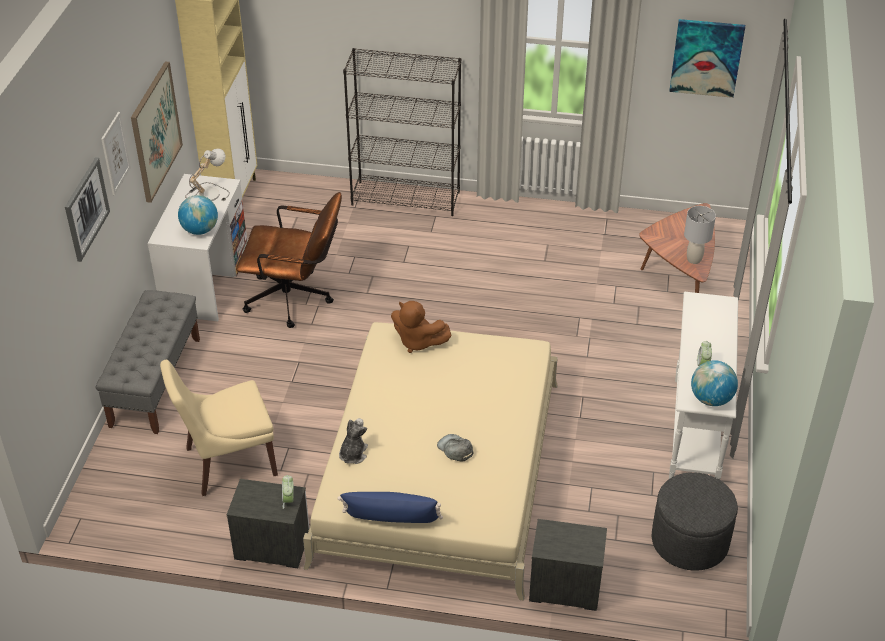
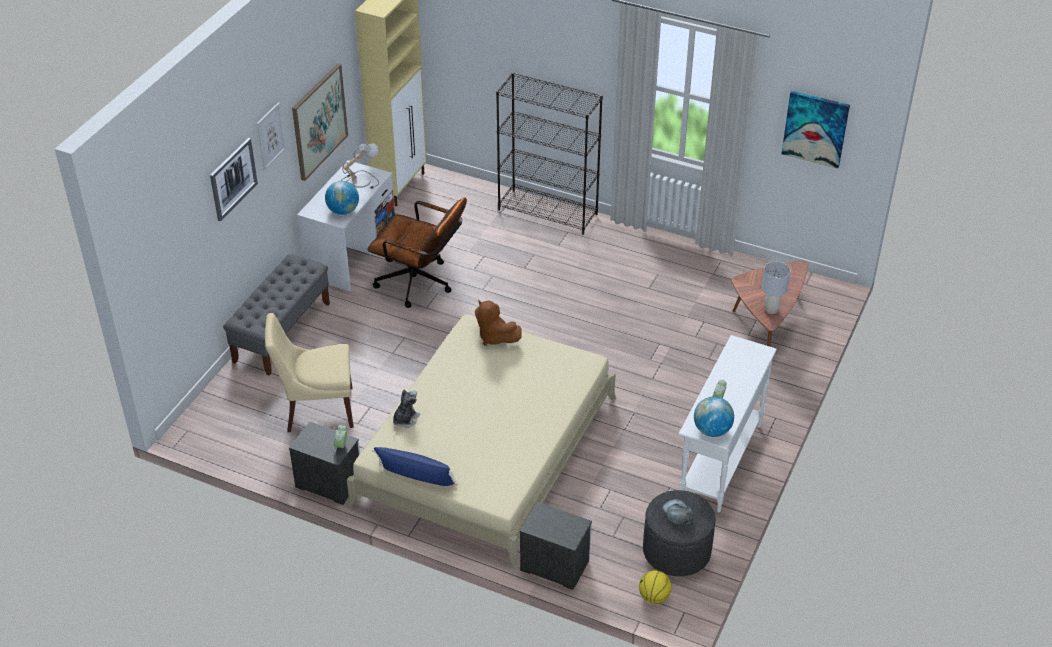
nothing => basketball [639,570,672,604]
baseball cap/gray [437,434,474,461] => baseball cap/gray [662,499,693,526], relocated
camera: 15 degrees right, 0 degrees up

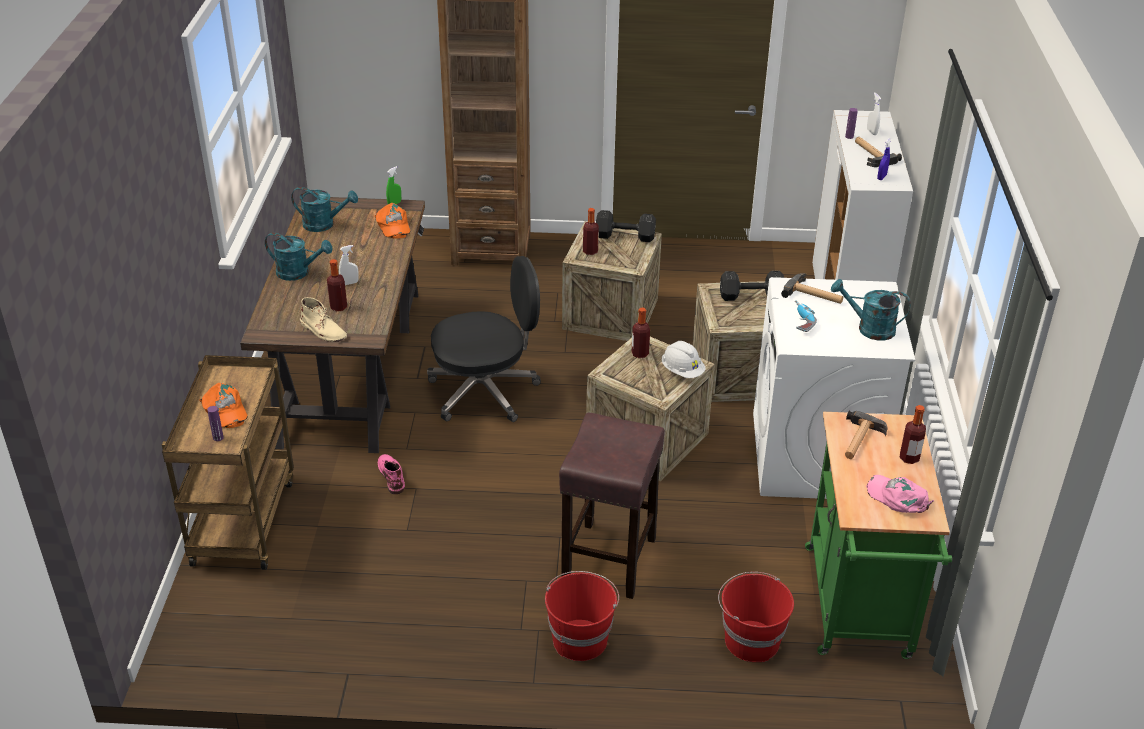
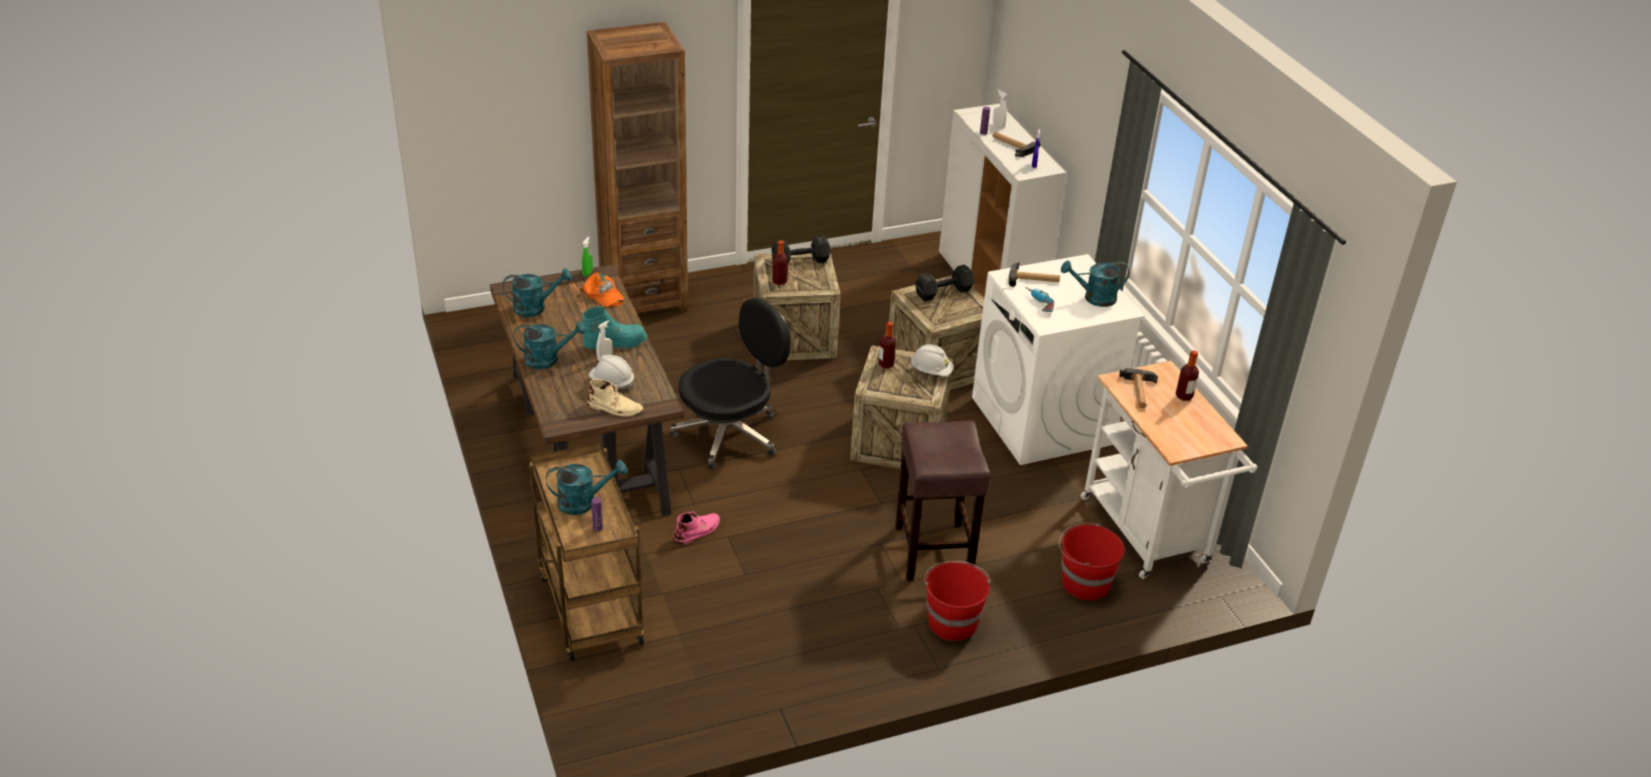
baseball cap/orange [199,383,247,428] => watering pot/turquoise-coloured [546,460,627,515]
nothing => high-top boot/turquoise-coloured [582,306,647,350]
beverage bottle [327,259,347,311] => safety helmet/white-coloured [589,355,634,389]
high-top boot/pink-coloured [378,454,405,494] => high-top boot/pink-coloured [673,511,720,545], 90 degrees clockwise
cart/greenish [805,412,952,659] => cart/white-coloured [1081,361,1257,579]
baseball cap/pink-coloured [866,475,934,513] => nothing
camera: 25 degrees left, 0 degrees up

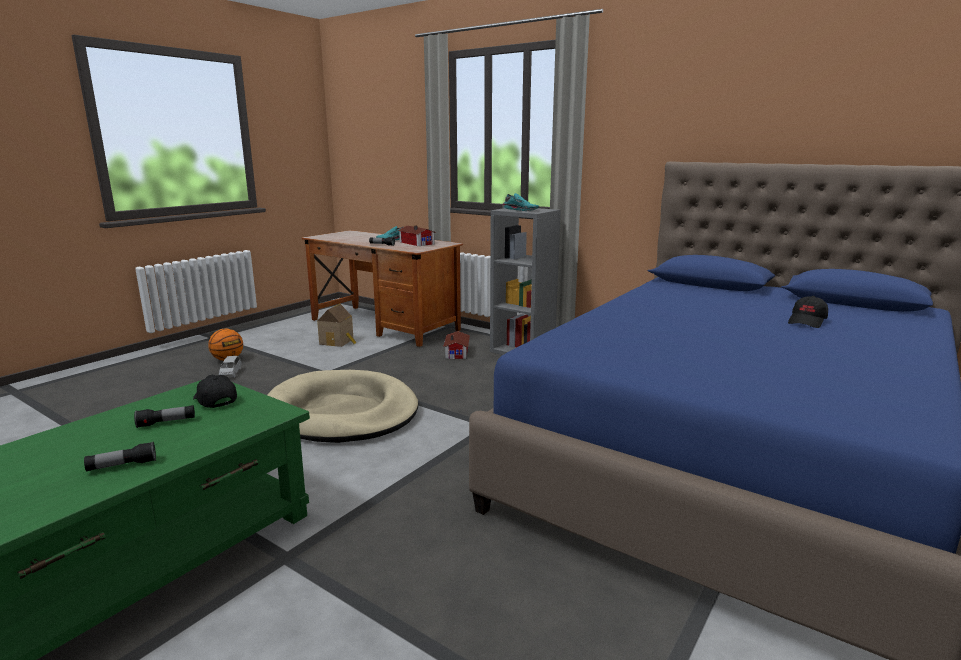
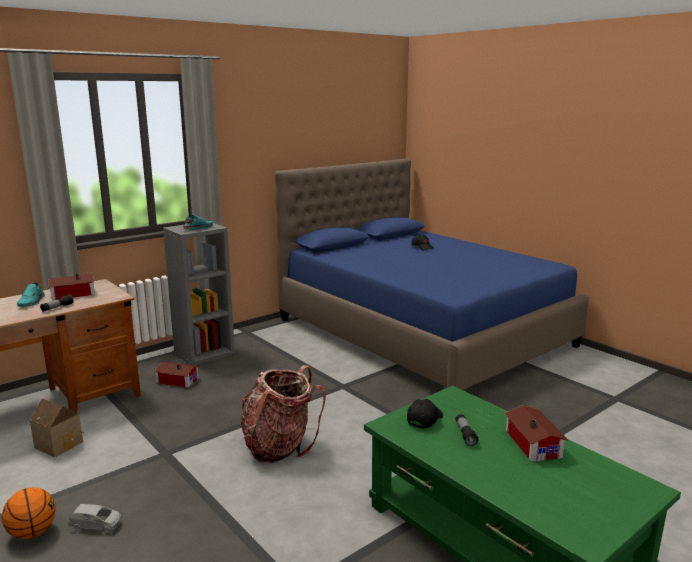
dog cushion/beige-coloured [267,370,418,443] => backpack [241,365,326,463]
baseball cap/black [193,375,237,408] => baseball cap/black [407,399,443,428], 150 degrees clockwise
flashlight [84,442,156,471] => model house [505,405,568,462]
camera: 75 degrees left, 0 degrees up

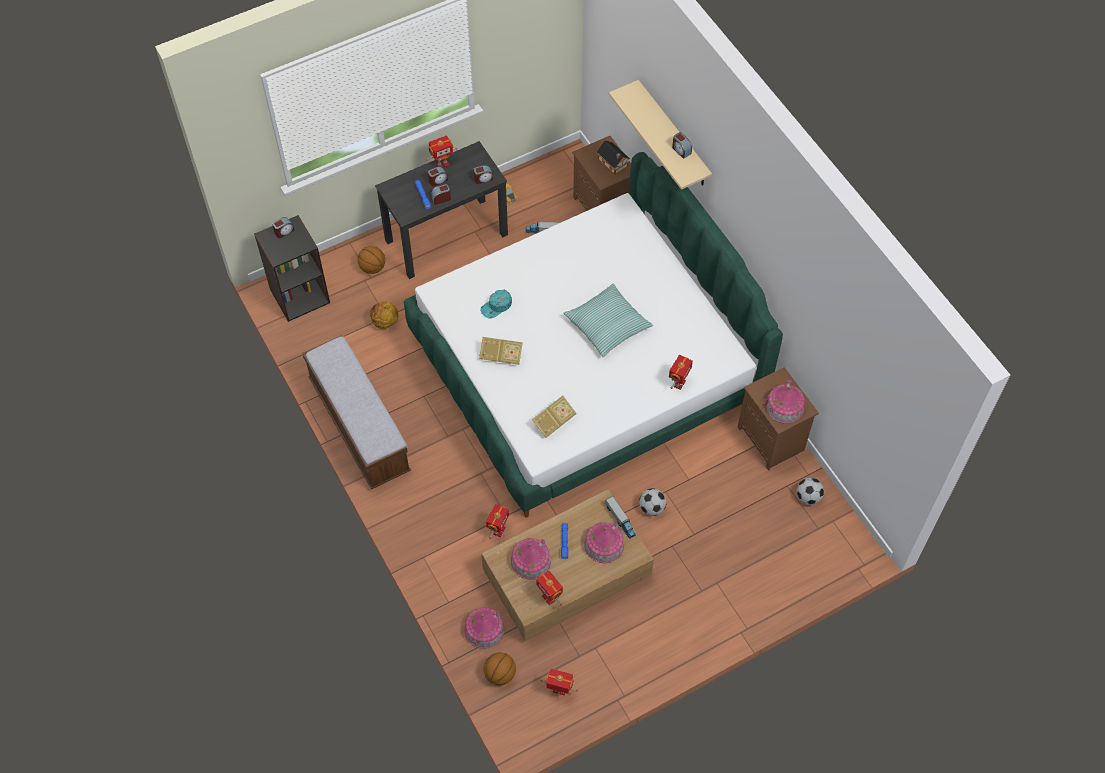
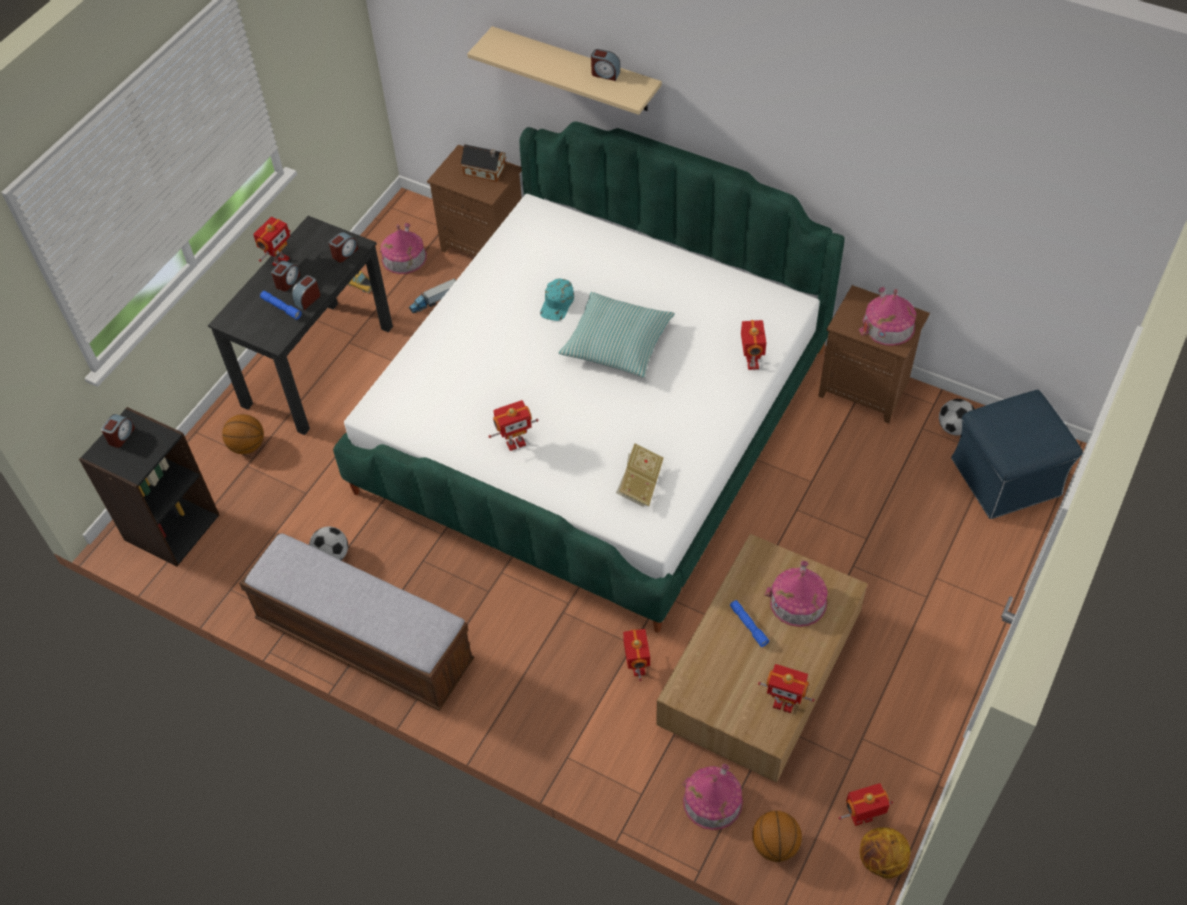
football [639,488,667,516] => football [309,527,348,560], relocated
model house [511,538,551,580] => model house [380,223,427,274], relocated
volume [479,337,523,365] => toy robot [488,400,539,451]
baseball cap/turquoise-coloured [480,290,512,319] => baseball cap/turquoise-coloured [540,278,574,321], relocated
basketball [370,302,399,329] => basketball [860,828,910,879], relocated
nothing => footrest/bluish [951,390,1083,519]
toy truck [605,496,636,538] => nothing
camera: 30 degrees left, 5 degrees down

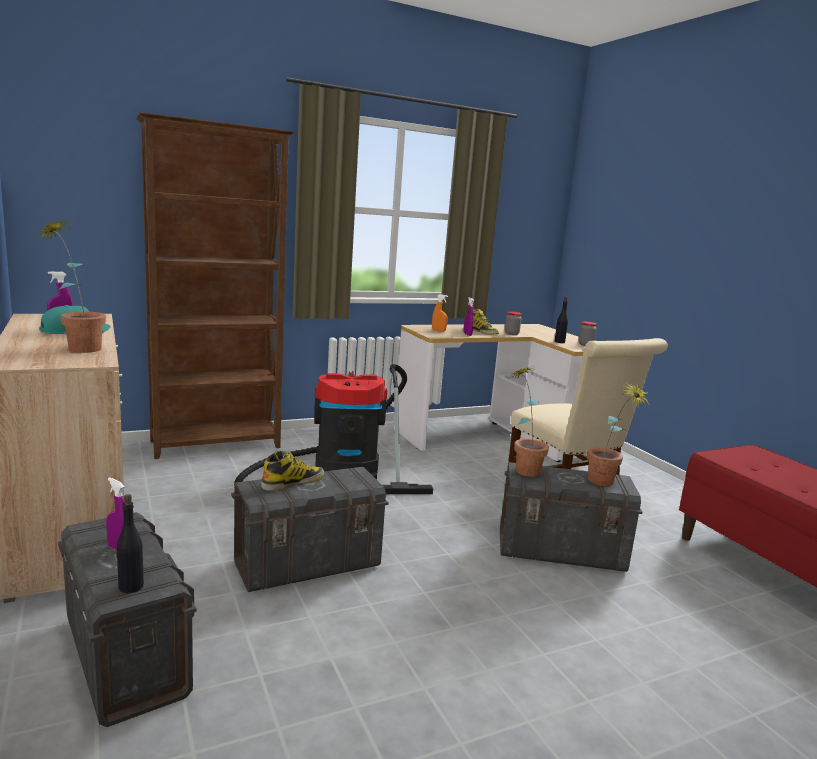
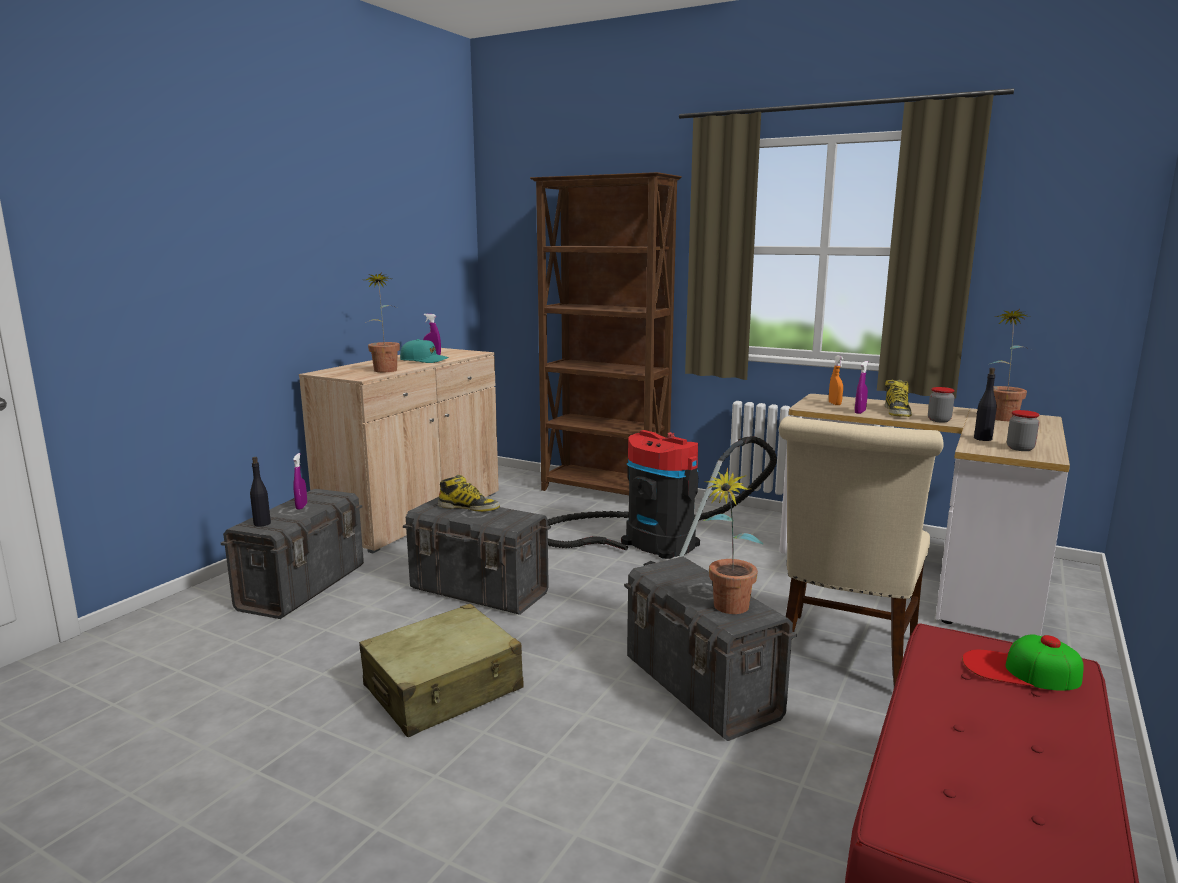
nothing => suitcase/beige-coloured [359,604,524,737]
nothing => baseball cap [962,634,1084,691]
plant in a pot [510,366,549,477] => plant in a pot [990,309,1031,421], relocated
camera: 55 degrees right, 0 degrees up

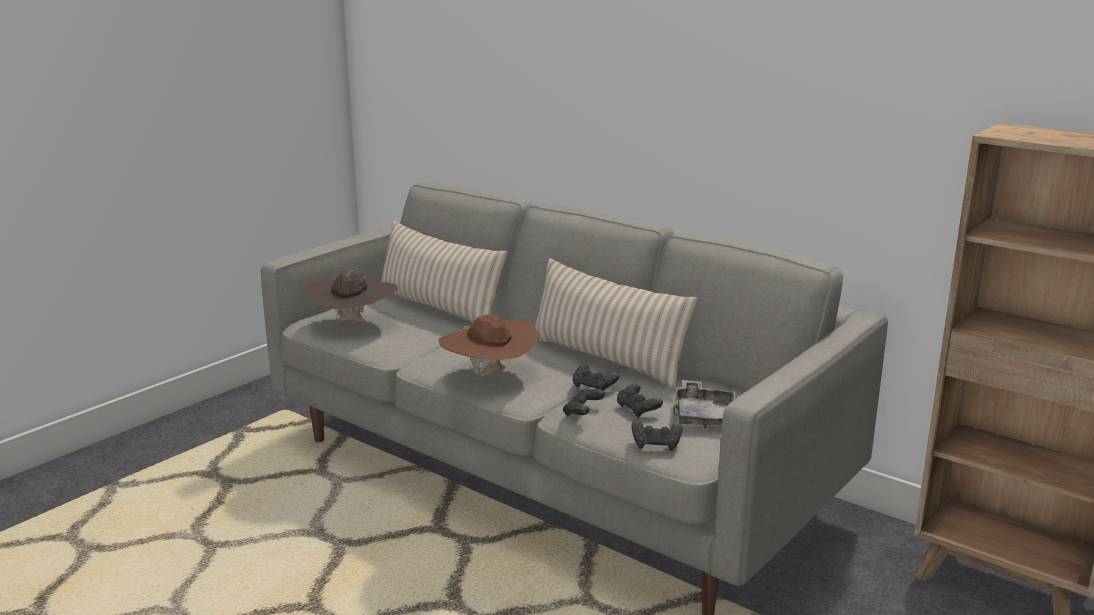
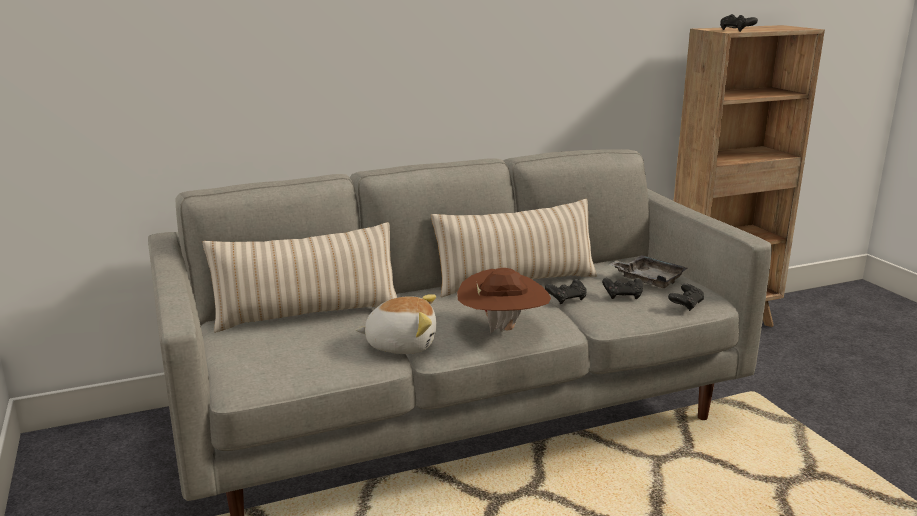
nothing => cuddly toy [356,294,436,354]
gamepad/black [563,389,605,416] => gamepad/black [720,14,758,32], relocated
wearable hat/brown [304,270,398,323] => nothing
camera: 60 degrees left, 0 degrees up

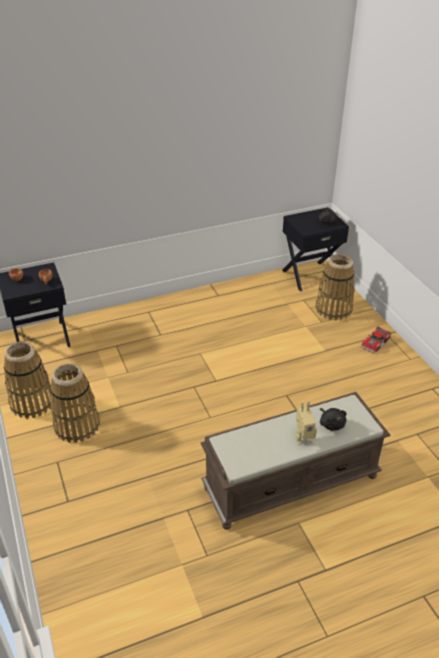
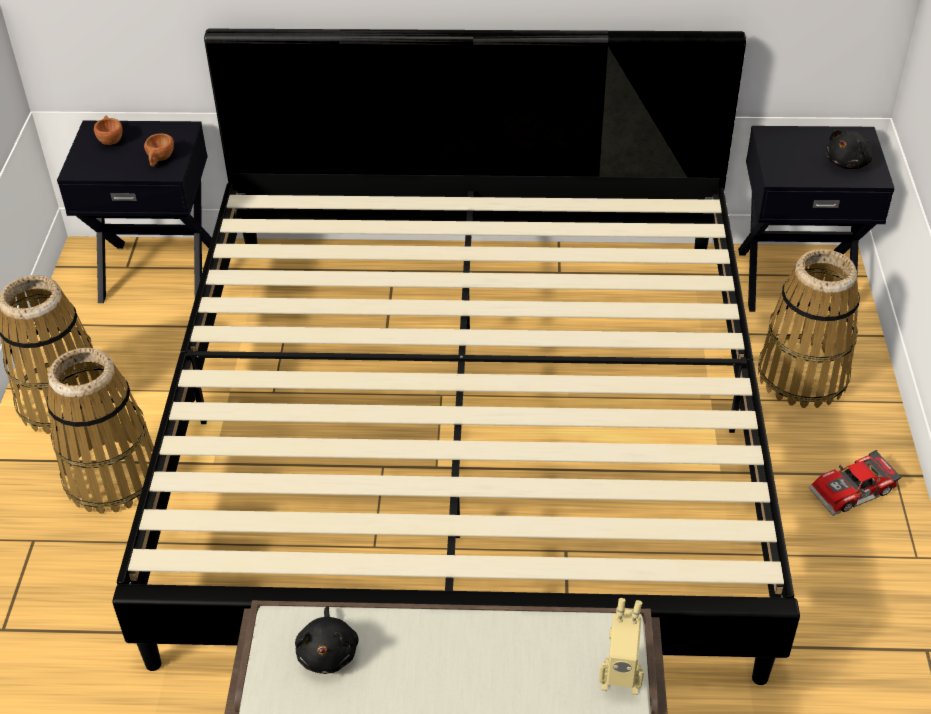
nothing => bedroom bed [112,29,800,685]
cuddly toy/black [320,408,347,431] => cuddly toy/black [295,606,359,674], relocated
toy robot [296,400,317,445] => toy robot [599,598,644,695], relocated
camera: 25 degrees right, 5 degrees up

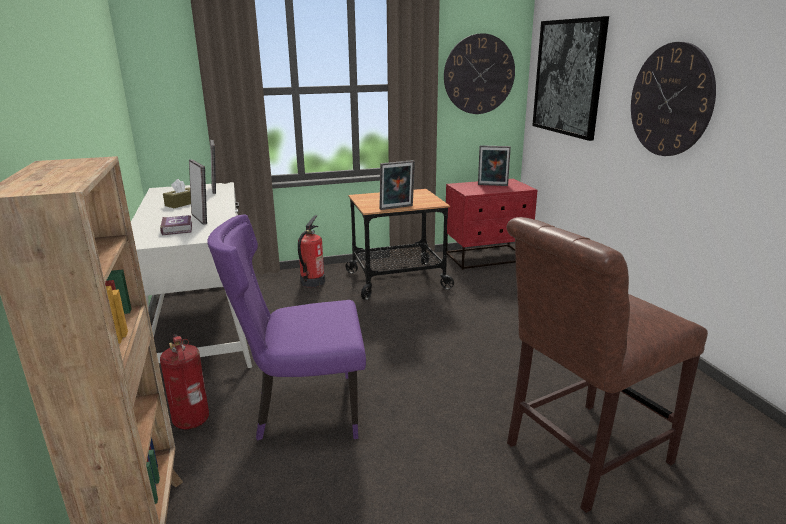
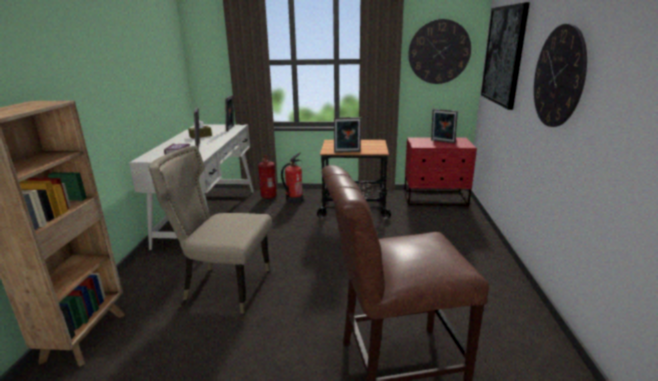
plain chair/purplish [207,214,366,441] => plain chair/beige-coloured [149,146,272,314]
extinguisher [160,334,209,429] => extinguisher [258,155,277,199], relocated
camera: 20 degrees right, 0 degrees up

